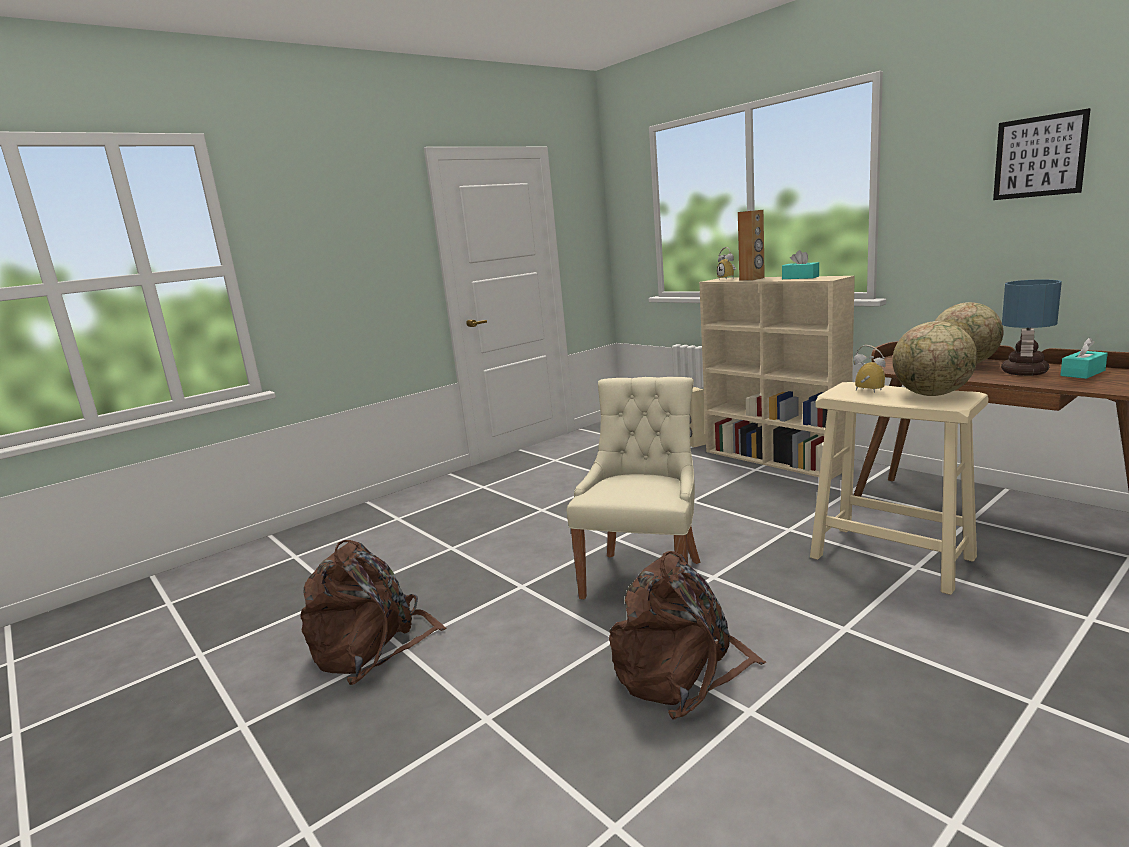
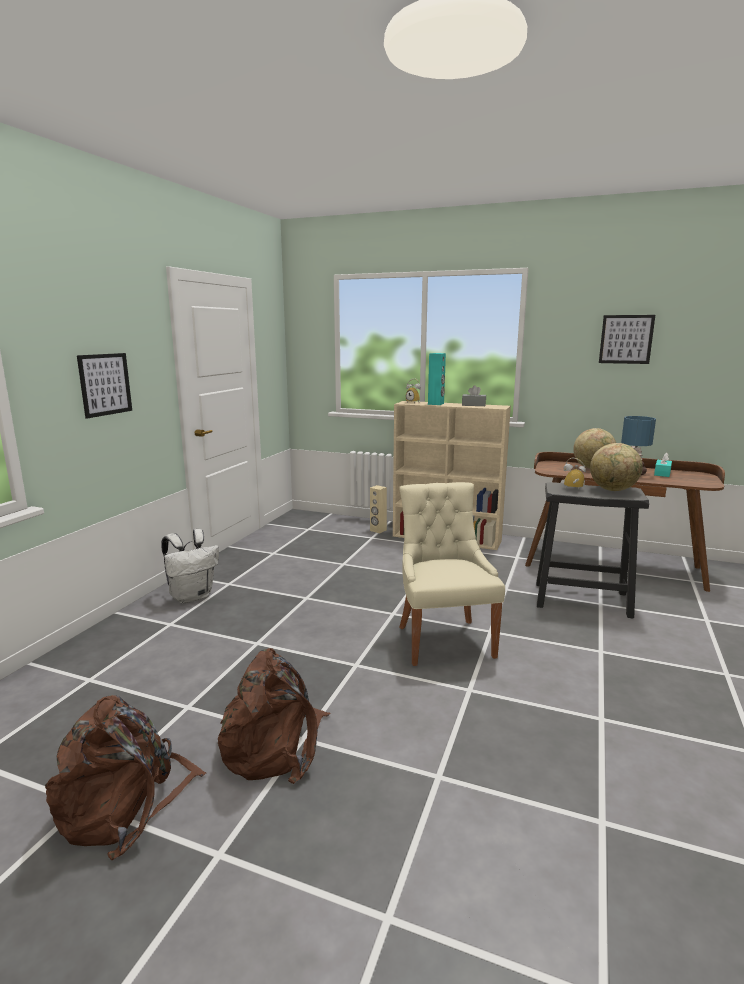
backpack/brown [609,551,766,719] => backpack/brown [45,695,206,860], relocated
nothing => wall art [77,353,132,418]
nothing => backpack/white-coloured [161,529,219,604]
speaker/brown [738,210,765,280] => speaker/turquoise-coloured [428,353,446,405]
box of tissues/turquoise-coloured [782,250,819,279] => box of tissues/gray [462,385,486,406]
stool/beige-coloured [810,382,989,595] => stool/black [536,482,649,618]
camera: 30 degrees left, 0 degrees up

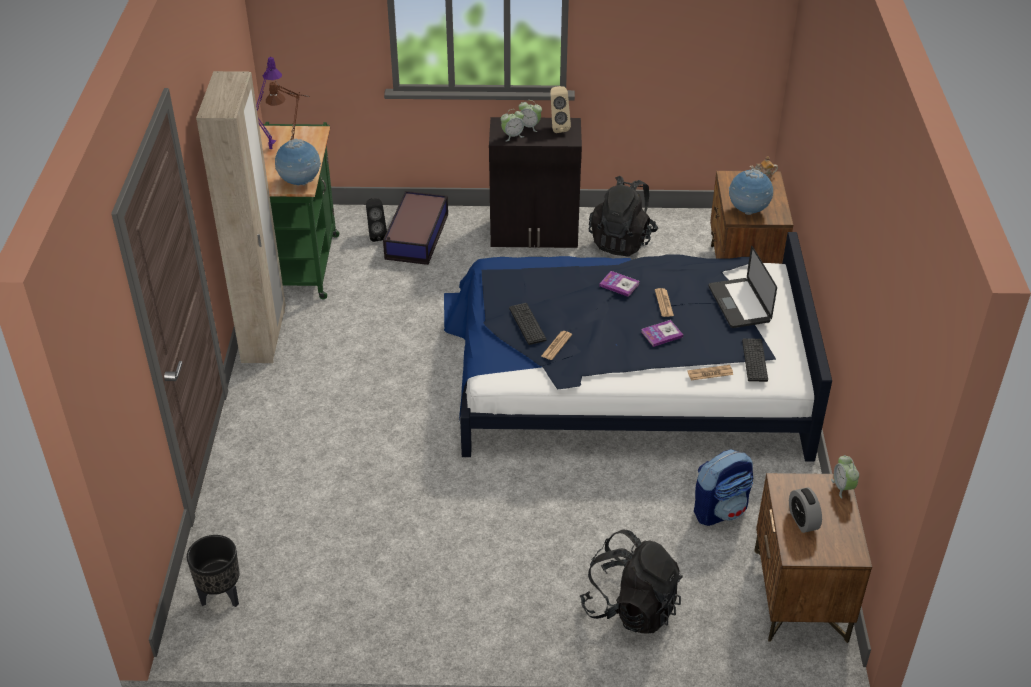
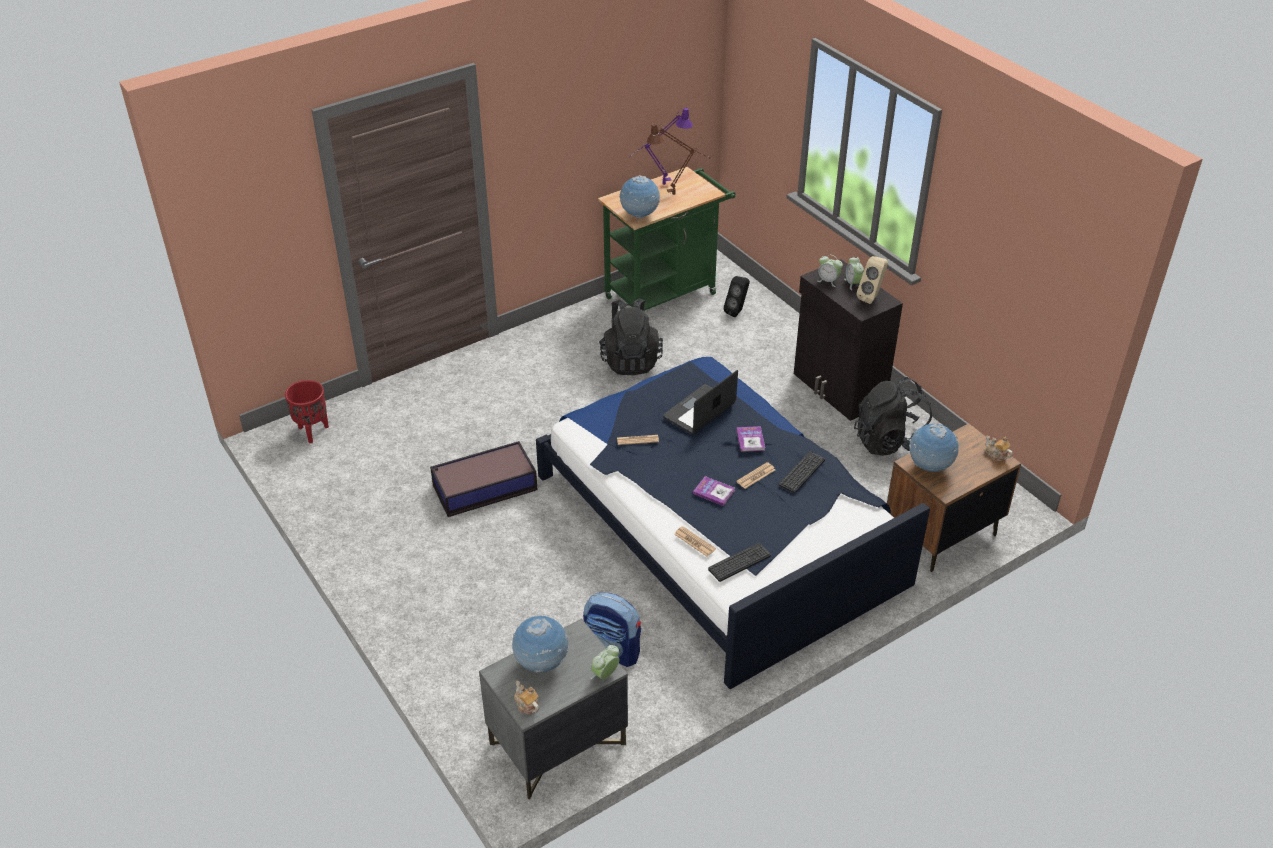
planter/black [187,535,240,607] => planter/red [285,380,329,443]
storage box [383,191,448,265] => storage box [430,441,538,517], relocated
night table/brown [754,473,872,643] => night table/gray [479,619,628,800]
bedside clock [789,487,822,533] => globe [512,615,568,673]
nothing => pot for tea [514,681,539,714]
backpack/black [580,530,683,634] => backpack/black [599,298,663,375], relocated
laptop [708,246,777,328] => laptop [663,370,738,435], relocated
computer keyboard [509,303,547,345] => computer keyboard [779,451,825,493], relocated
clothes cupboard/beige-coloured [196,71,286,363] => nothing
camera: 55 degrees right, 0 degrees up

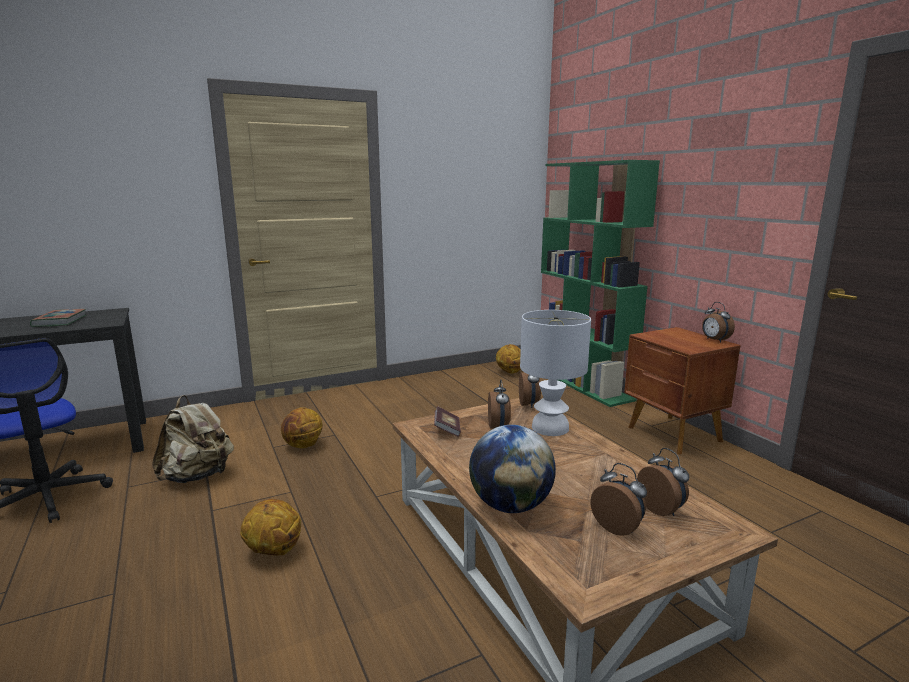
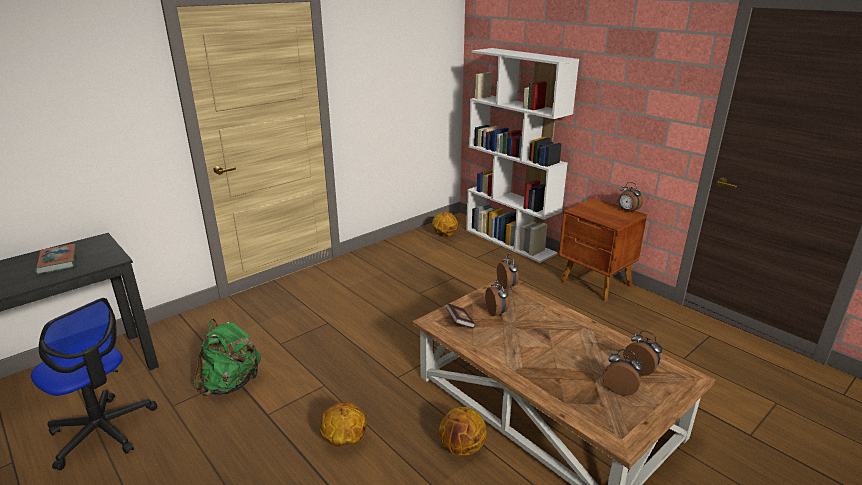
backpack/beige-coloured [152,395,234,483] => backpack/greenish [194,319,261,396]
basketball [281,407,323,448] => basketball [439,407,487,456], relocated
bookcase/greenish [541,160,660,407] => bookcase/white-coloured [466,48,579,263]
globe [469,425,556,513] => nothing
table lamp/white-coloured [520,310,591,436] => nothing
camera: 15 degrees left, 10 degrees up

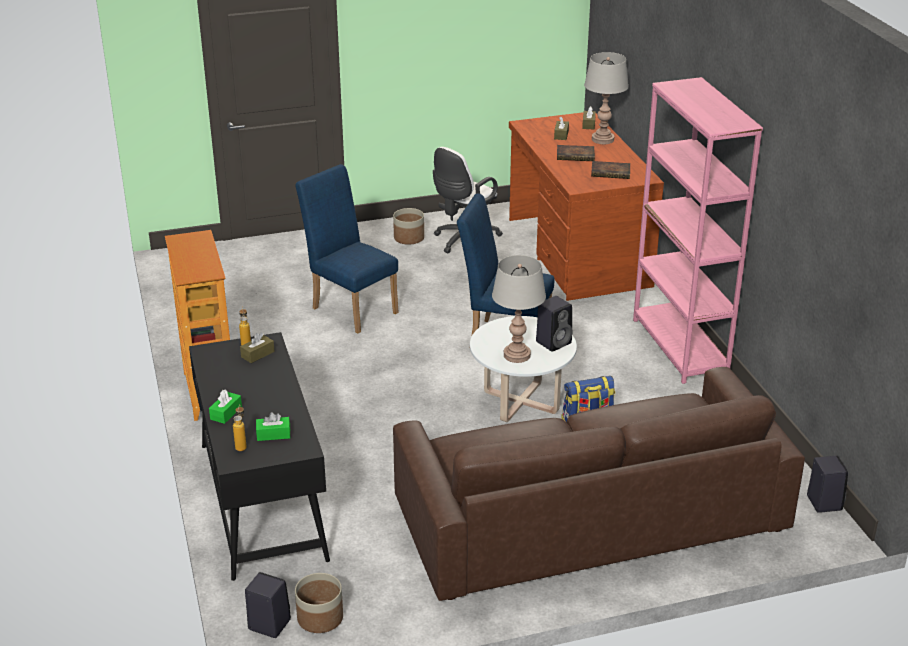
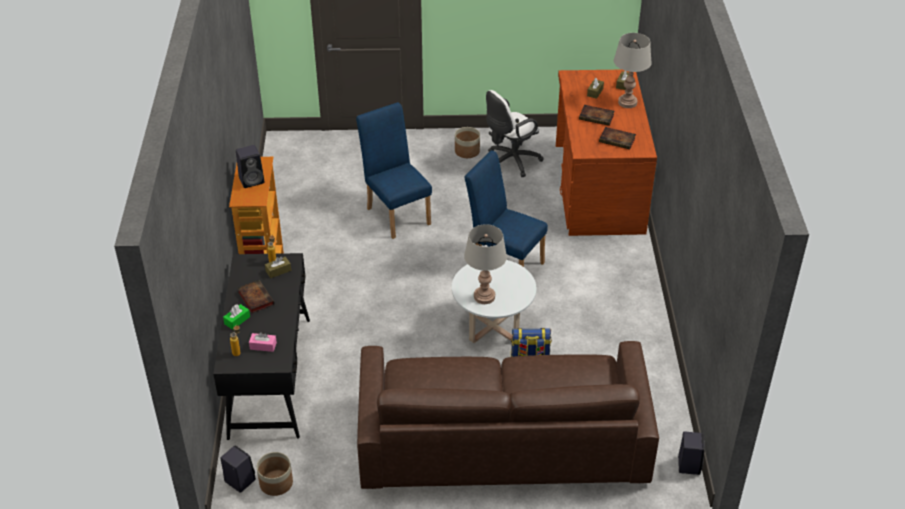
speaker/black [536,296,573,352] => speaker/black [236,145,265,188], relocated
nothing => volume [238,280,274,313]
box of tissues/greenish [256,412,290,441] => box of tissues/pink-coloured [249,332,277,352]
bookcase/pink-coloured [633,77,763,384] => nothing
camera: 15 degrees right, 10 degrees up

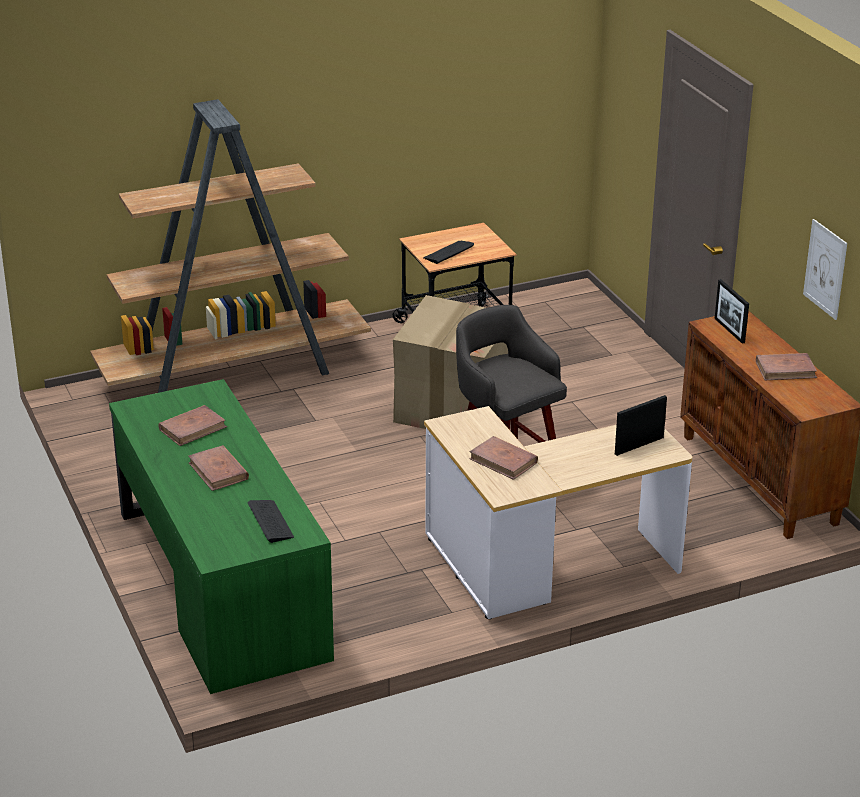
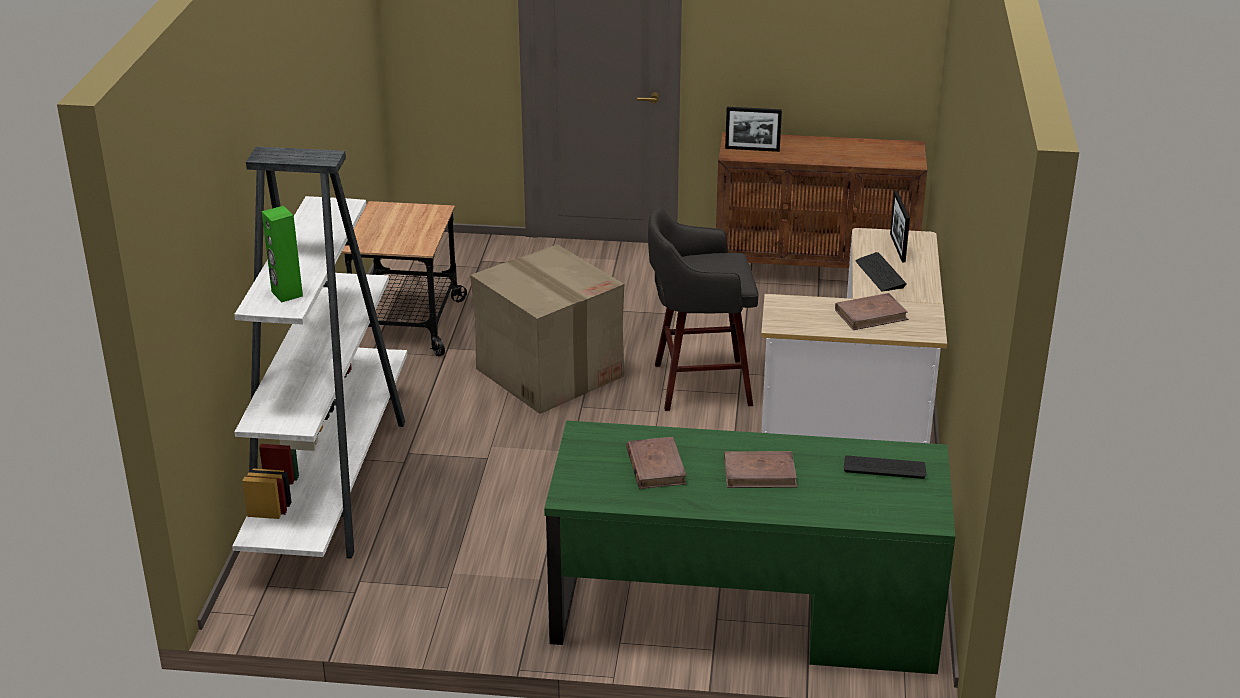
bookcase/brown [90,99,371,393] => bookcase/white-coloured [232,146,407,559]
nothing => speaker/greenish [262,206,303,303]
computer keyboard [423,241,474,264] => computer keyboard [856,252,907,291], relocated
volume/brown [756,353,817,380] => nothing
wall art [803,219,847,320] => nothing
camera: 60 degrees left, 0 degrees up

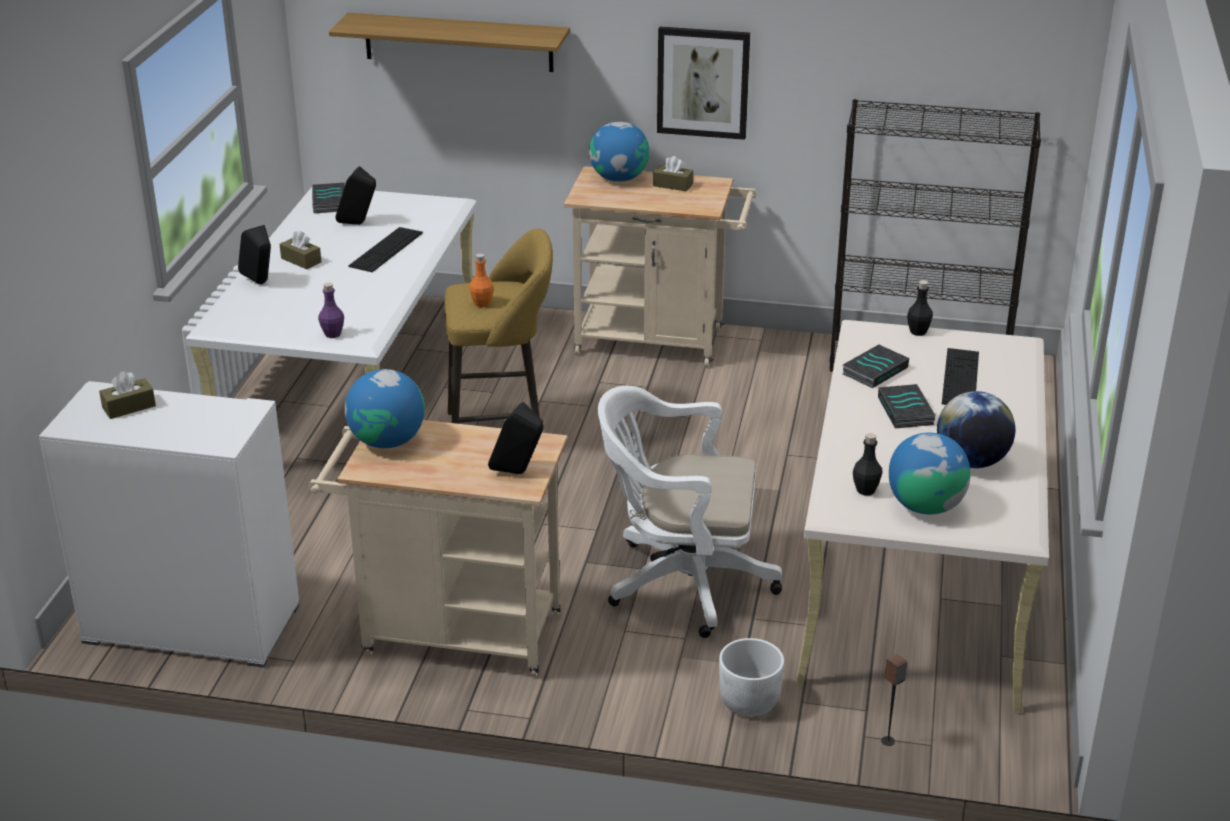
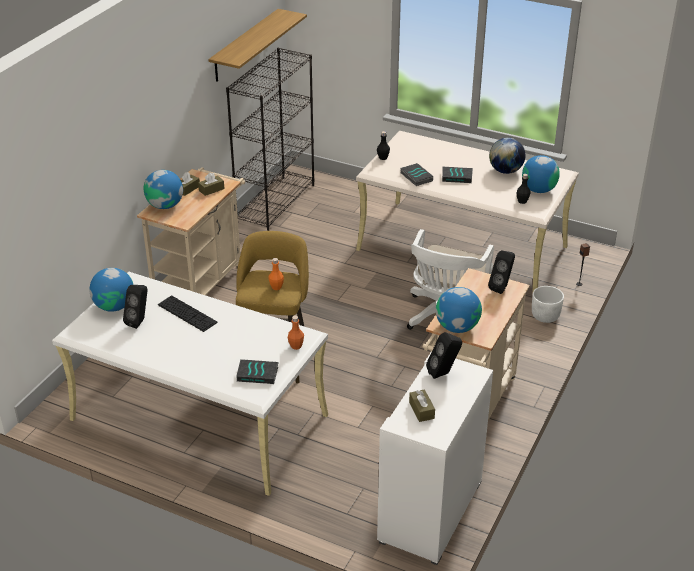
nothing => globe [89,268,133,312]
box of tissues/brown [280,230,321,269] => box of tissues/brown [198,172,225,196], relocated
wall shelf [329,13,570,72] => wall shelf [208,9,307,82], relocated
volume [312,183,345,213] => volume [236,359,279,384], relocated
beverage bottle/purplish [318,282,344,338] => beverage bottle/orange [288,316,304,350]
speaker/black [238,225,271,284] => speaker/black [426,332,462,379], relocated
wall art [657,26,750,140] => nothing
computer keyboard [942,348,979,405] => nothing
camera: 75 degrees left, 5 degrees up

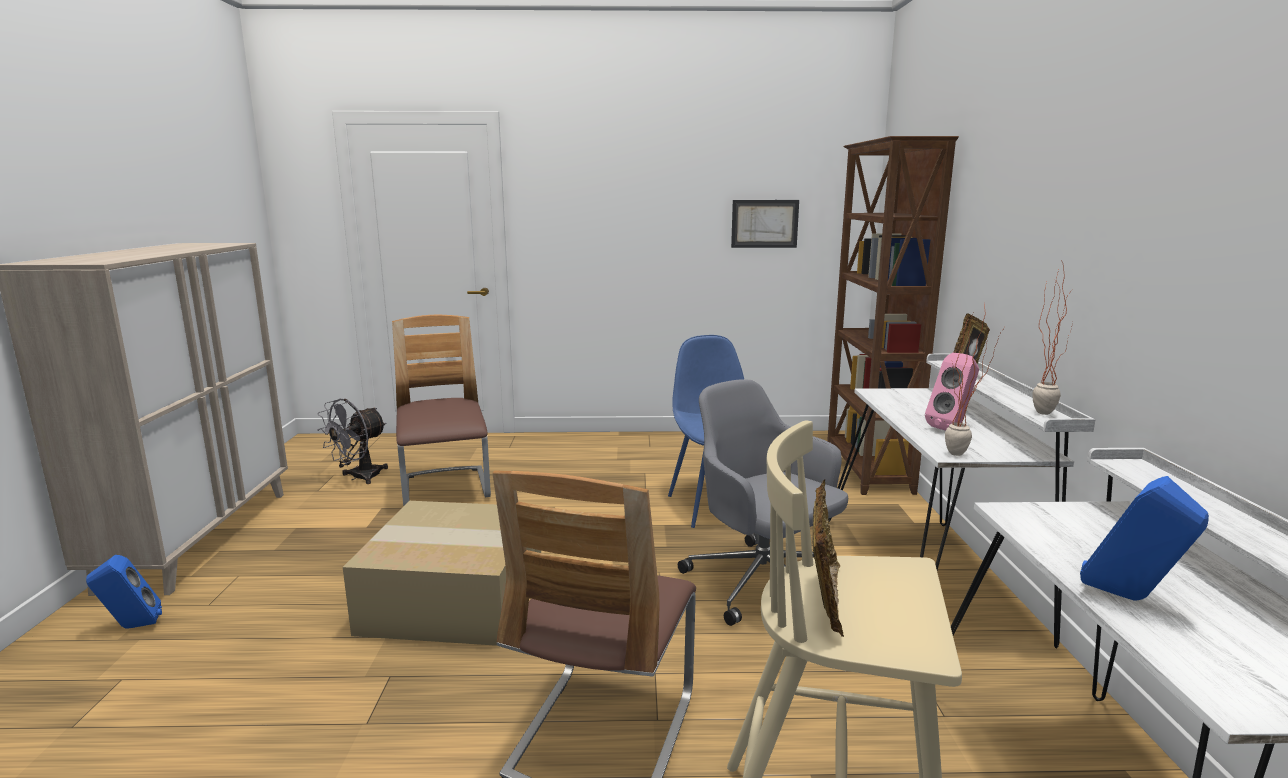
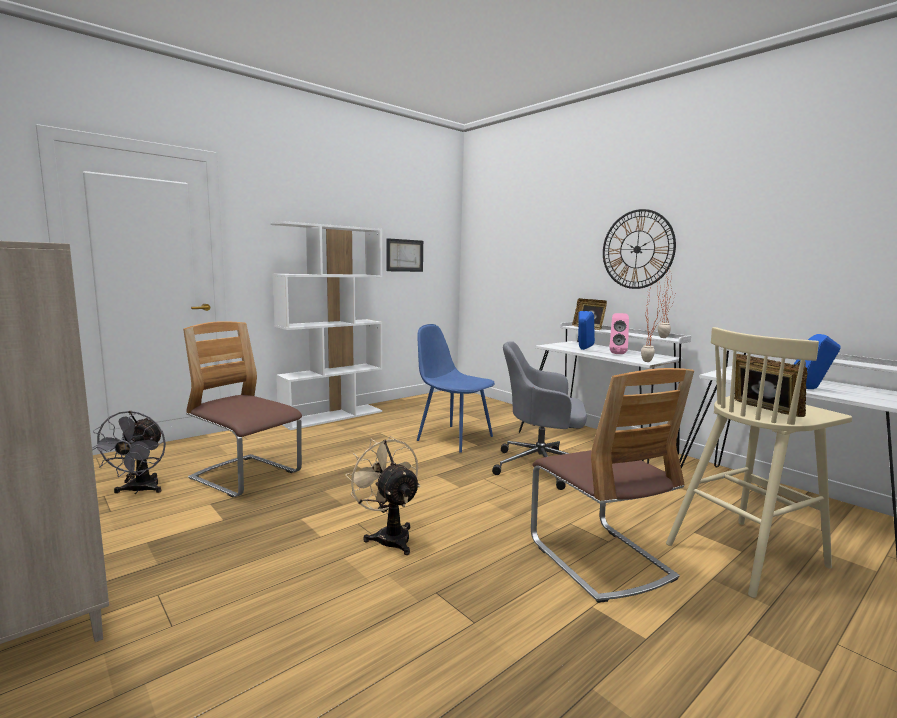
nothing => bookcase/white-coloured [270,221,382,430]
packing box [343,501,541,646] => cooling fan/beige-coloured [345,436,421,555]
speaker/bluish [86,555,162,629] => speaker/bluish [578,311,595,350], relocated
nothing => clock on the wall [603,209,676,289]
bookcase/brown [827,136,959,495] => nothing
camera: 40 degrees left, 5 degrees down

